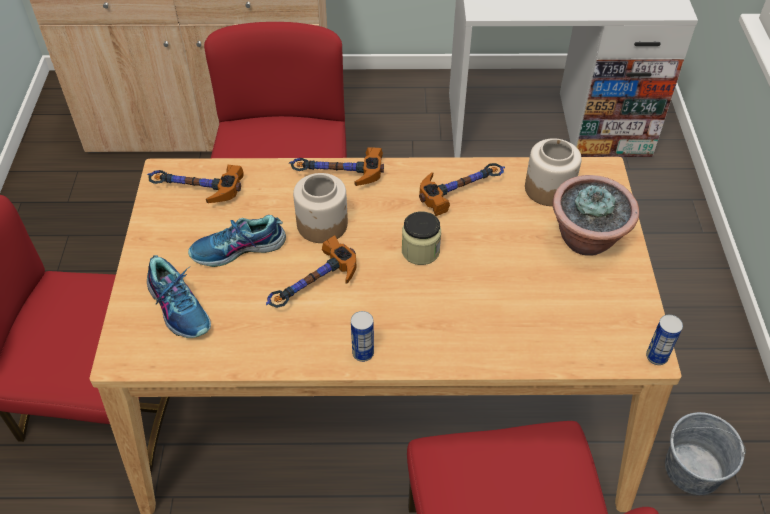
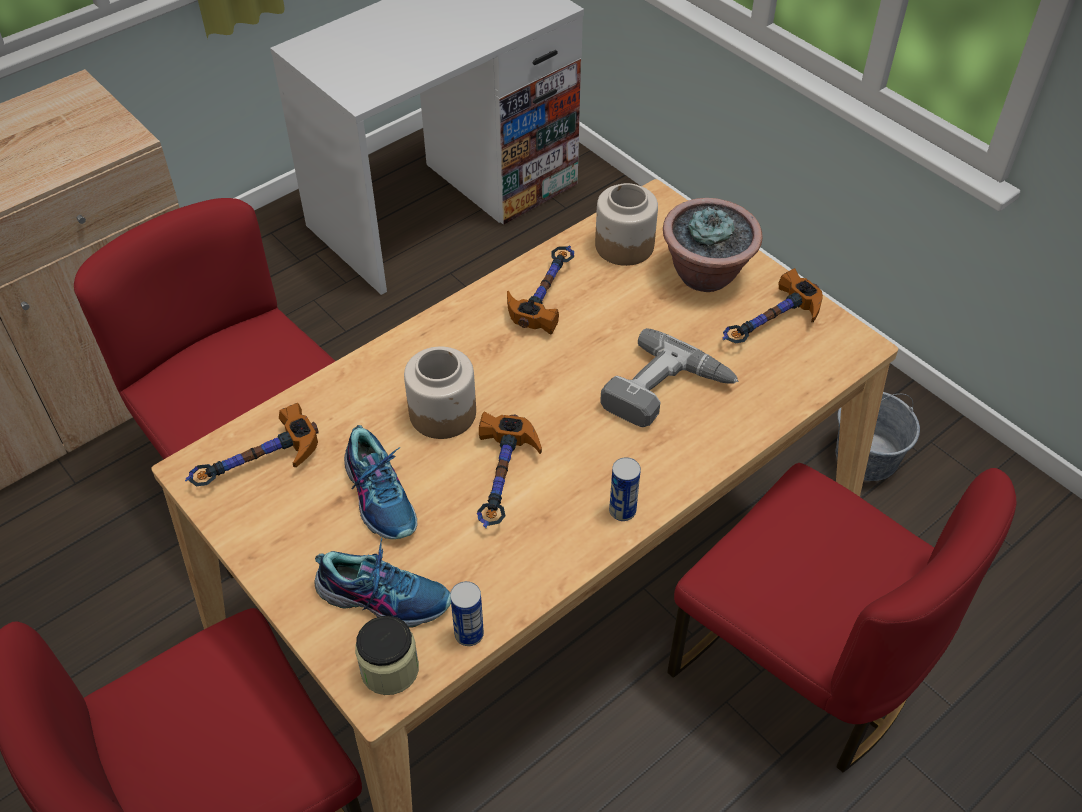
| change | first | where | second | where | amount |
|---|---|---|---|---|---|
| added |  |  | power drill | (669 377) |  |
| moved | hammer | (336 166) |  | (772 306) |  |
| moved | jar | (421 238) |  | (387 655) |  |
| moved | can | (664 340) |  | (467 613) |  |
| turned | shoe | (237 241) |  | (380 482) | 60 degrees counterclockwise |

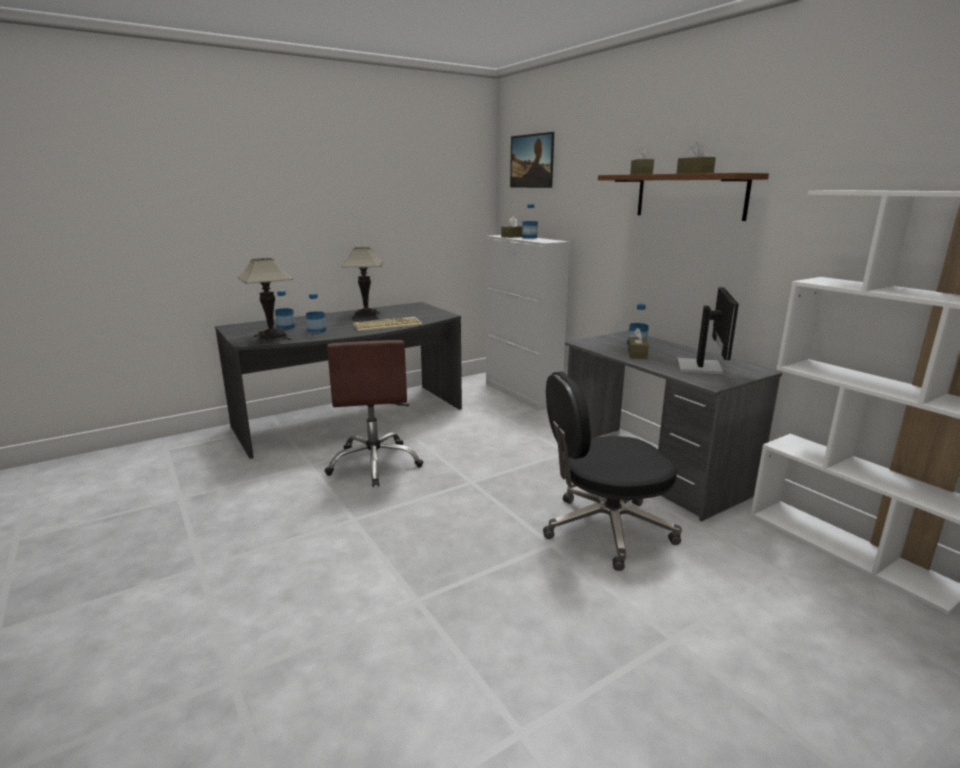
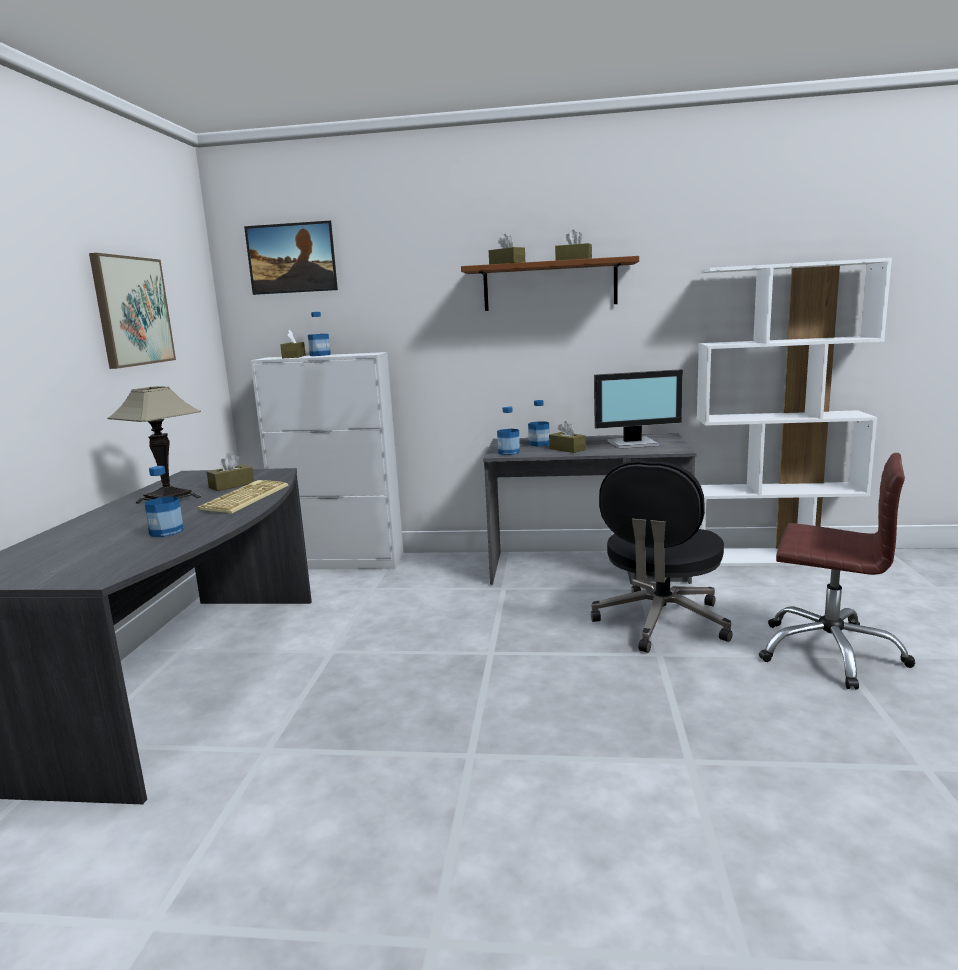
| change | first | where | second | where | amount |
|---|---|---|---|---|---|
| removed | table lamp | (265 301) |  |  |  |
| added |  |  | picture | (132 311) |  |
| added |  |  | tissue box (brown) | (230 472) |  |
| moved | bottle | (285 310) |  | (508 430) |  |
| moved | office chair (brown) | (374 413) |  | (837 571) |  |
| turned | monitor | (708 331) |  | (638 409) | 120 degrees clockwise |

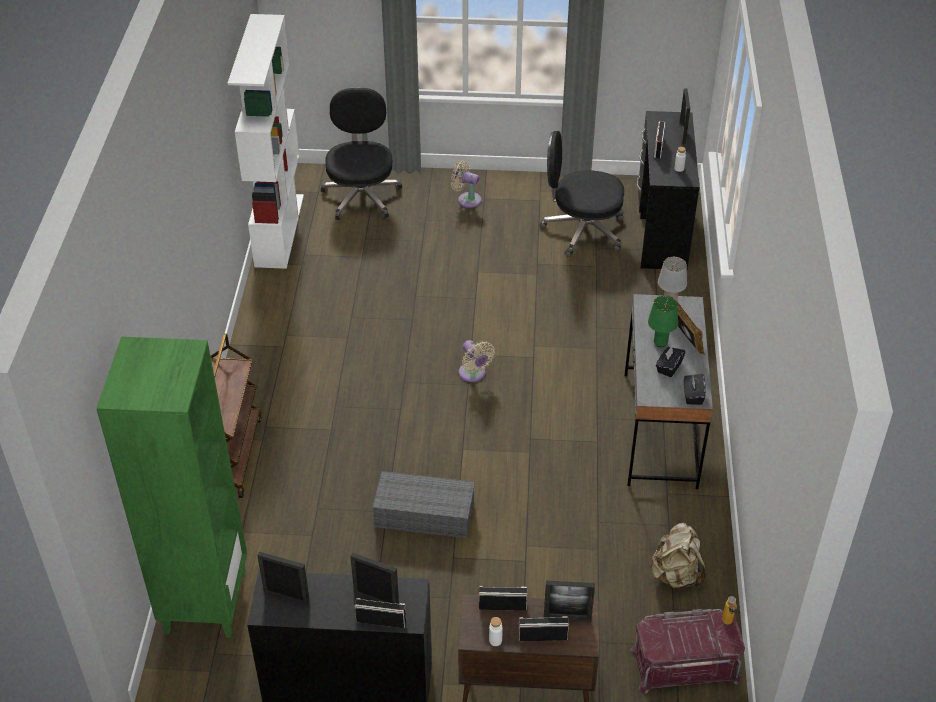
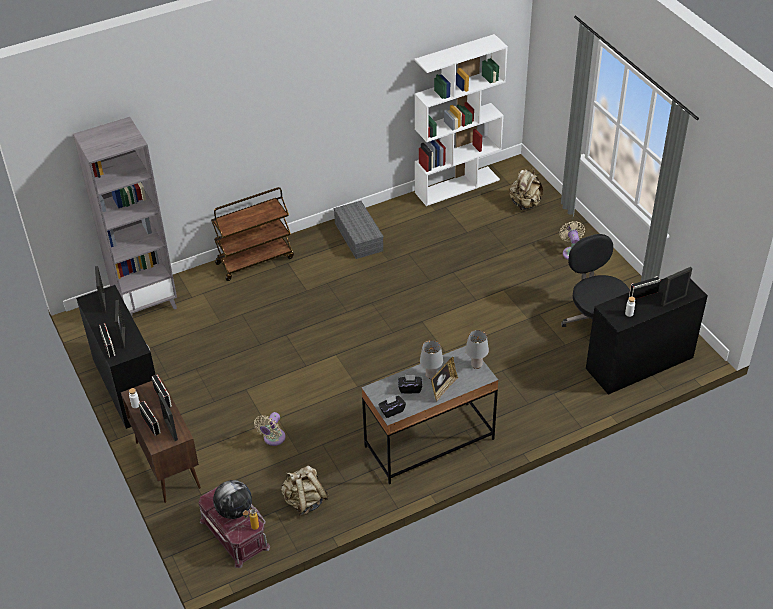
| change | first | where | second | where | amount |
|---|---|---|---|---|---|
| added |  |  | globe | (232 499) |  |
| moved | storage box (grey) | (423 504) |  | (359 230) |  |
| moved | fan (beige) | (477 361) |  | (270 429) |  |
| replaced | office chair (black) | (361 154) | backpack (beige) | (526 189) |  |
| recoloured | bookcase (green) | (171 487) | bookcase (grey) | (125 216) |  |
| recoloured | table lamp (green) | (663 321) | table lamp (grey) | (431 359) |  |

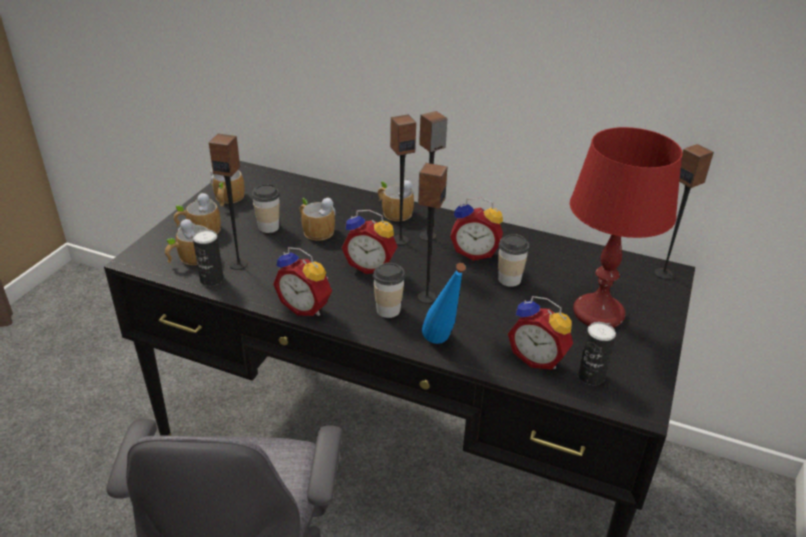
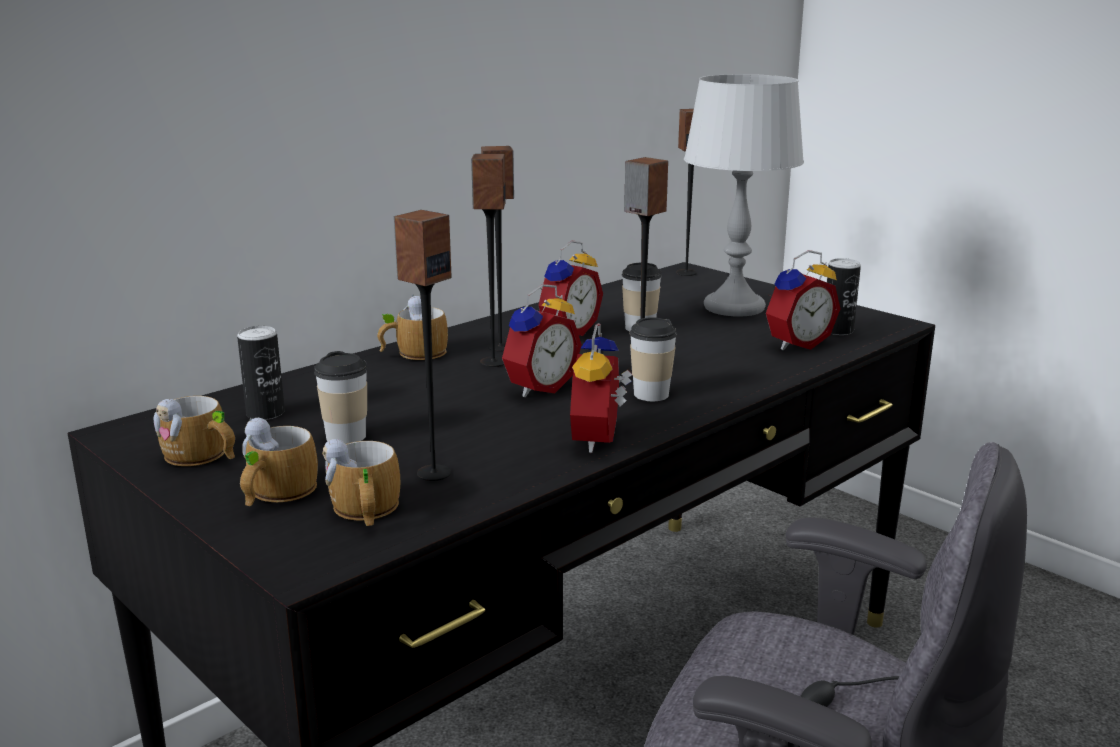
| change | first | where | second | where | amount |
|---|---|---|---|---|---|
| removed | mug | (317 219) |  |  |  |
| removed | bottle (blue) | (444 303) |  |  |  |
| moved | can | (208 258) |  | (261 373) |  |
| recoloured | table lamp (red) | (626 227) | table lamp (grey) | (744 195) |  |
| turned | alarm clock | (302 281) |  | (601 388) | 135 degrees clockwise |

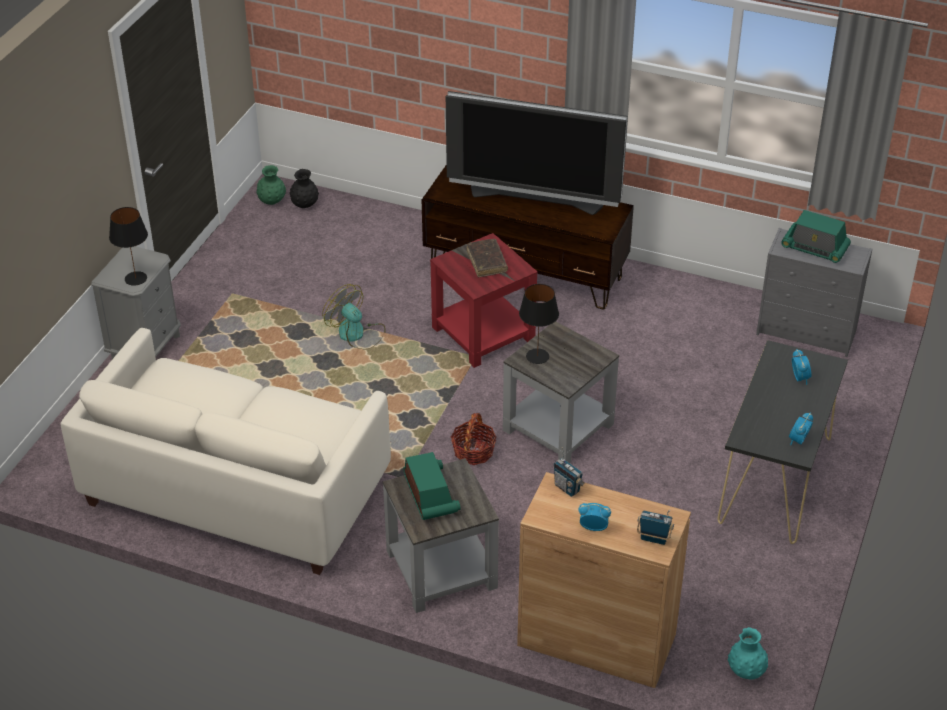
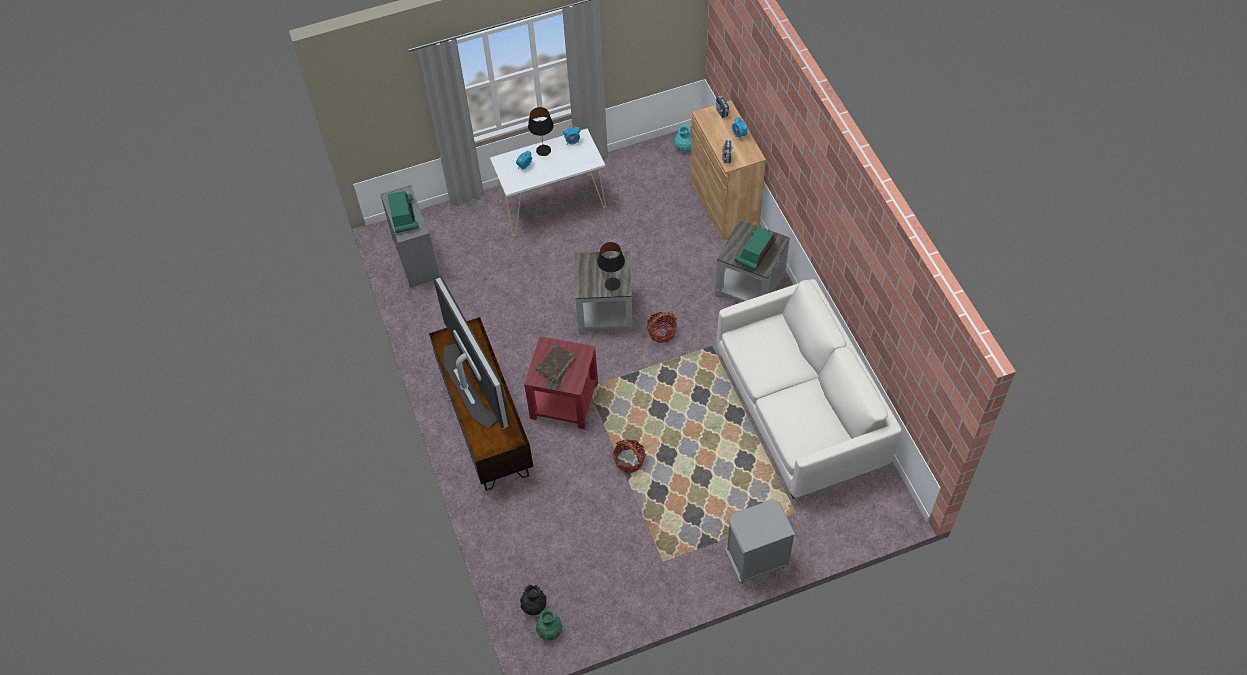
| change | first | where | second | where | amount |
|---|---|---|---|---|---|
| moved | table lamp (black) | (128 246) |  | (541 131) |  |
| replaced | fan | (354 316) | basket | (629 456) |  |
| recoloured | console table (black) | (783 442) | console table (white) | (548 182) |  |

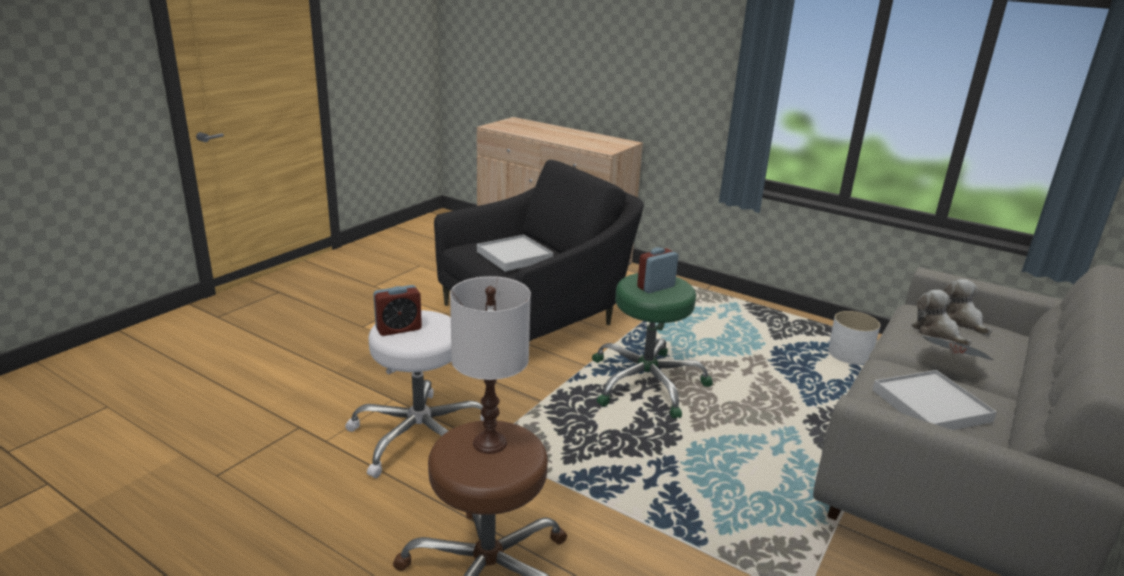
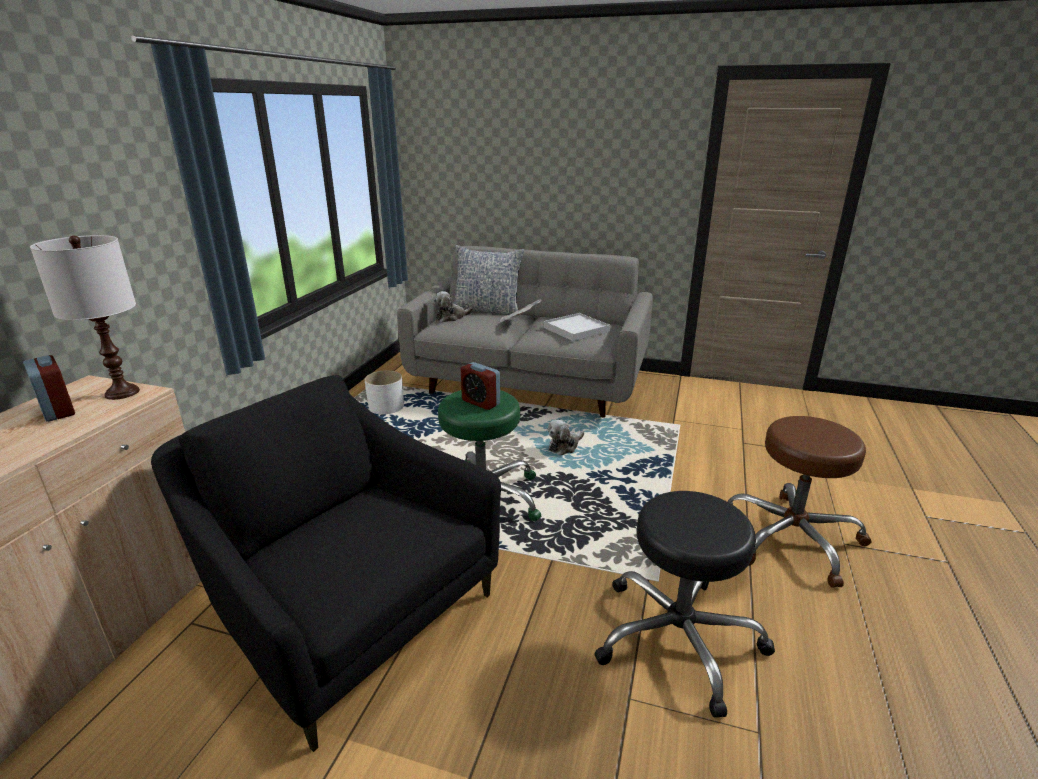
| change | first | where | second | where | amount |
|---|---|---|---|---|---|
| removed | tray (white) | (515 253) |  |  |  |
| added |  |  | pillow | (488 279) |  |
| moved | alarm clock | (397 310) |  | (49 388) |  |
| moved | table lamp (white) | (490 365) |  | (85 317) |  |
| moved | plush toy | (941 318) |  | (566 437) |  |
| recoloured | stool (white) | (414 394) | stool (black) | (684 604) |  |

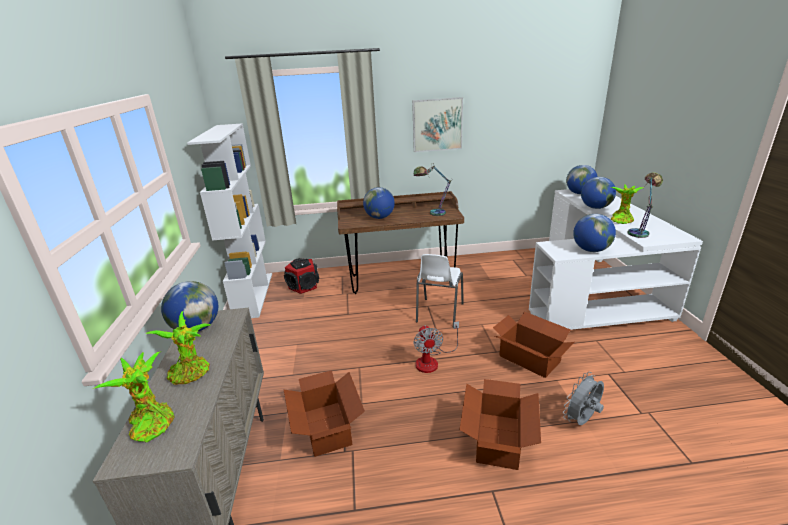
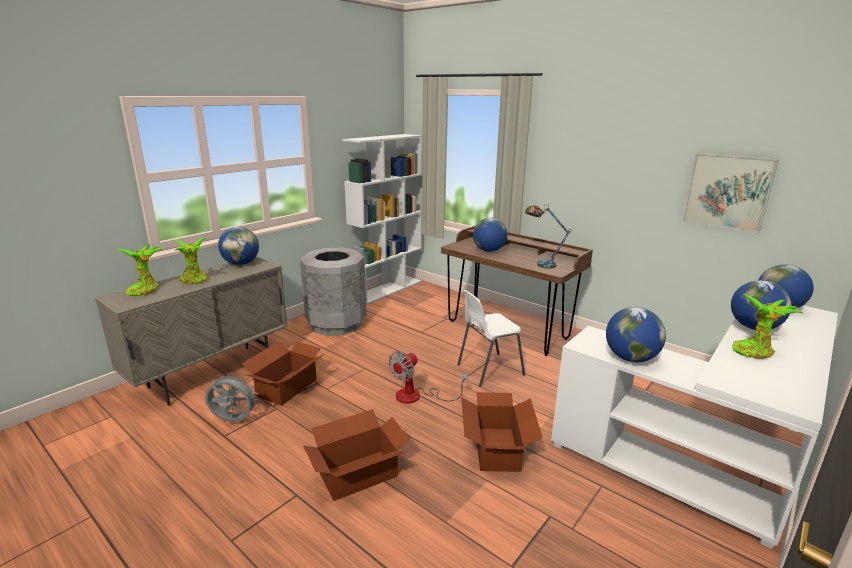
| change | first | where | second | where | amount |
|---|---|---|---|---|---|
| removed | speaker | (301 276) |  |  |  |
| removed | table lamp | (645 205) |  |  |  |
| added |  |  | trash can (grey) | (333 291) |  |
| moved | picture | (437 124) |  | (730 193) |  |
| moved | fan (grey) | (583 398) |  | (232 397) |  |

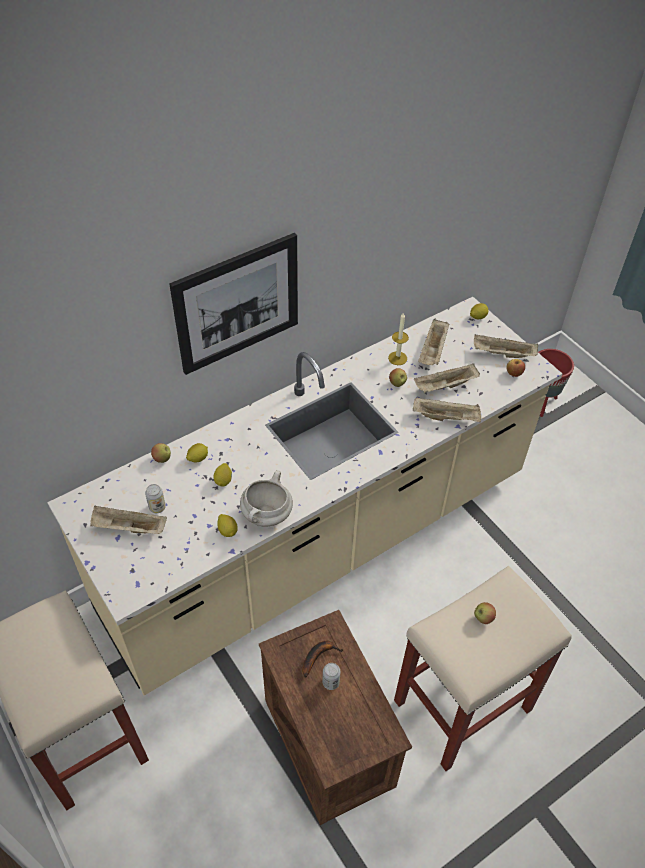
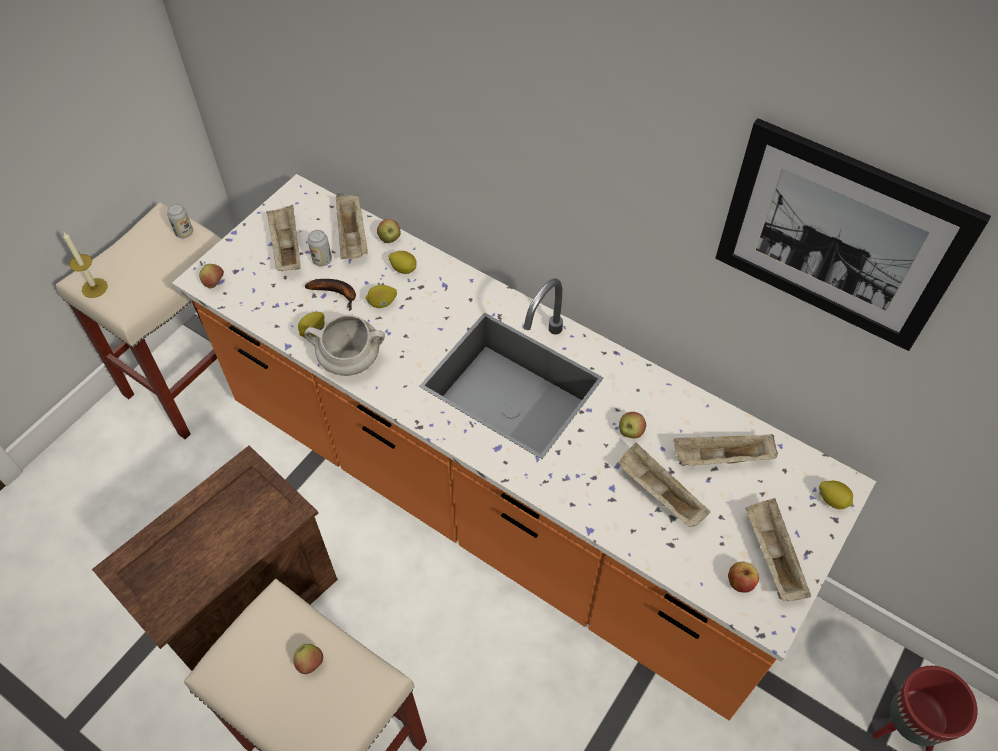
| change | first | where | second | where | amount |
|---|---|---|---|---|---|
| added |  |  | apple | (211 276) |  |
| moved | picture | (233 304) |  | (853 234) |  |
| moved | banana | (322 659) |  | (330 295) |  |
| moved | can | (331 676) |  | (180 221) |  |
| moved | candle | (398 338) |  | (85 265) |  |
| moved | tray (beige) | (447 409) |  | (352 226) |  |
| recoloured | counter (beige) | (305 496) | counter (orange) | (524 447) |  |

